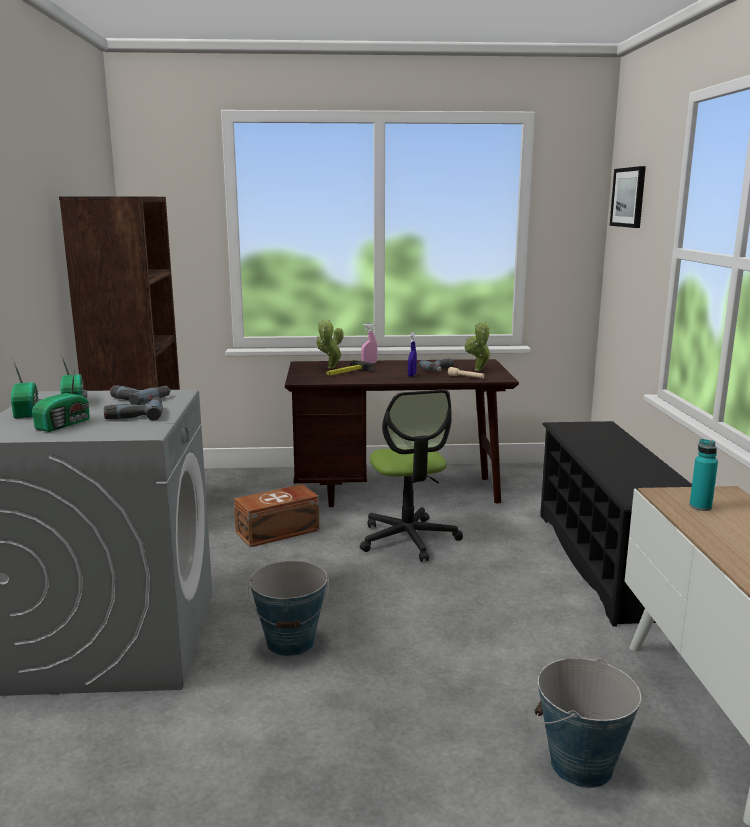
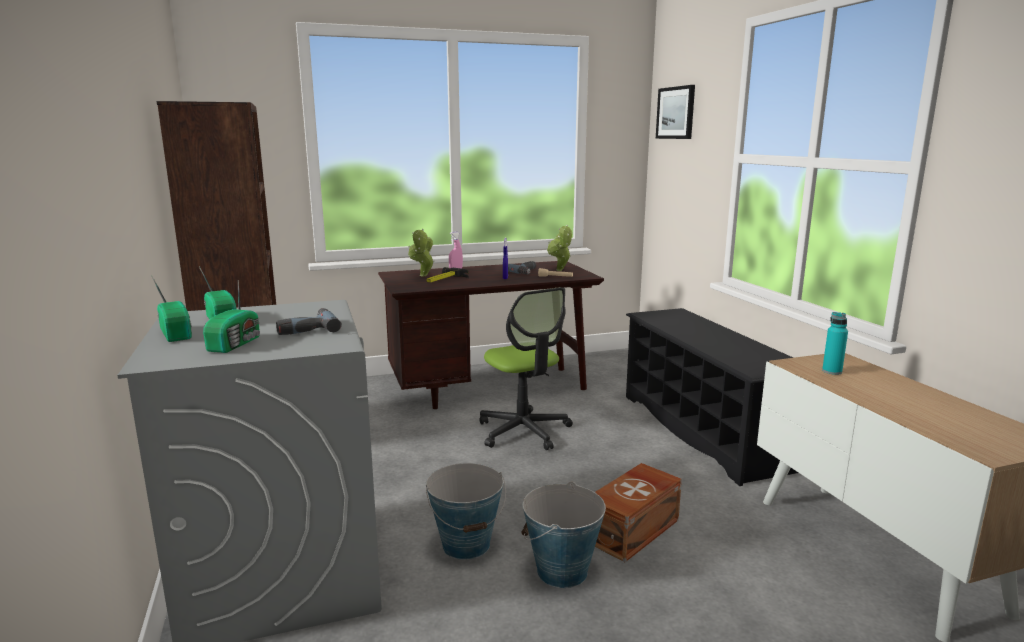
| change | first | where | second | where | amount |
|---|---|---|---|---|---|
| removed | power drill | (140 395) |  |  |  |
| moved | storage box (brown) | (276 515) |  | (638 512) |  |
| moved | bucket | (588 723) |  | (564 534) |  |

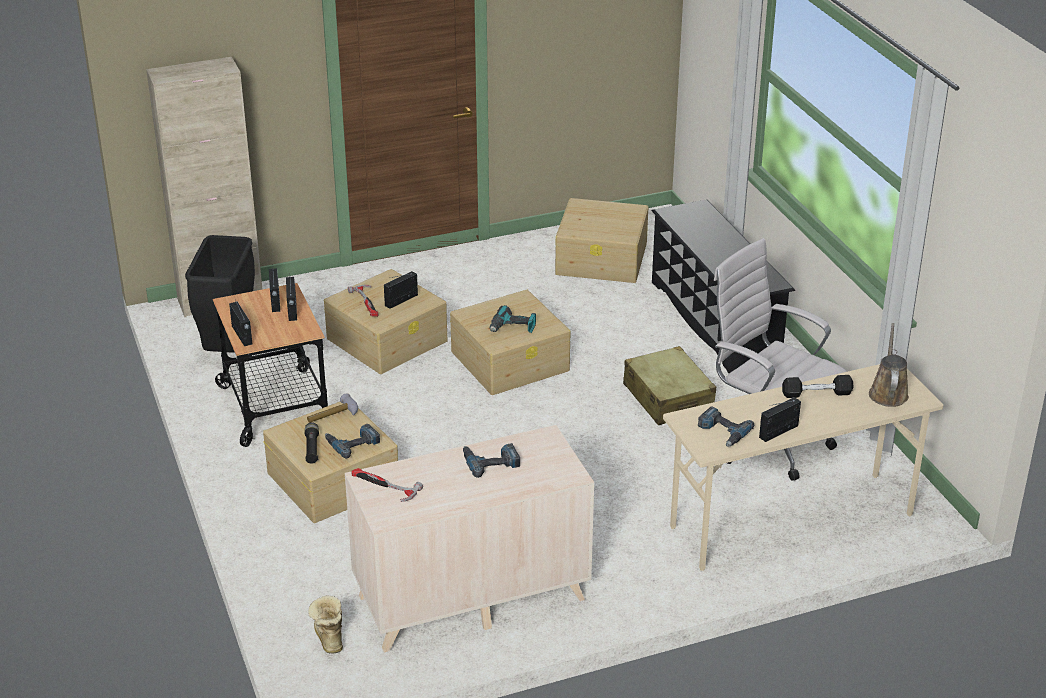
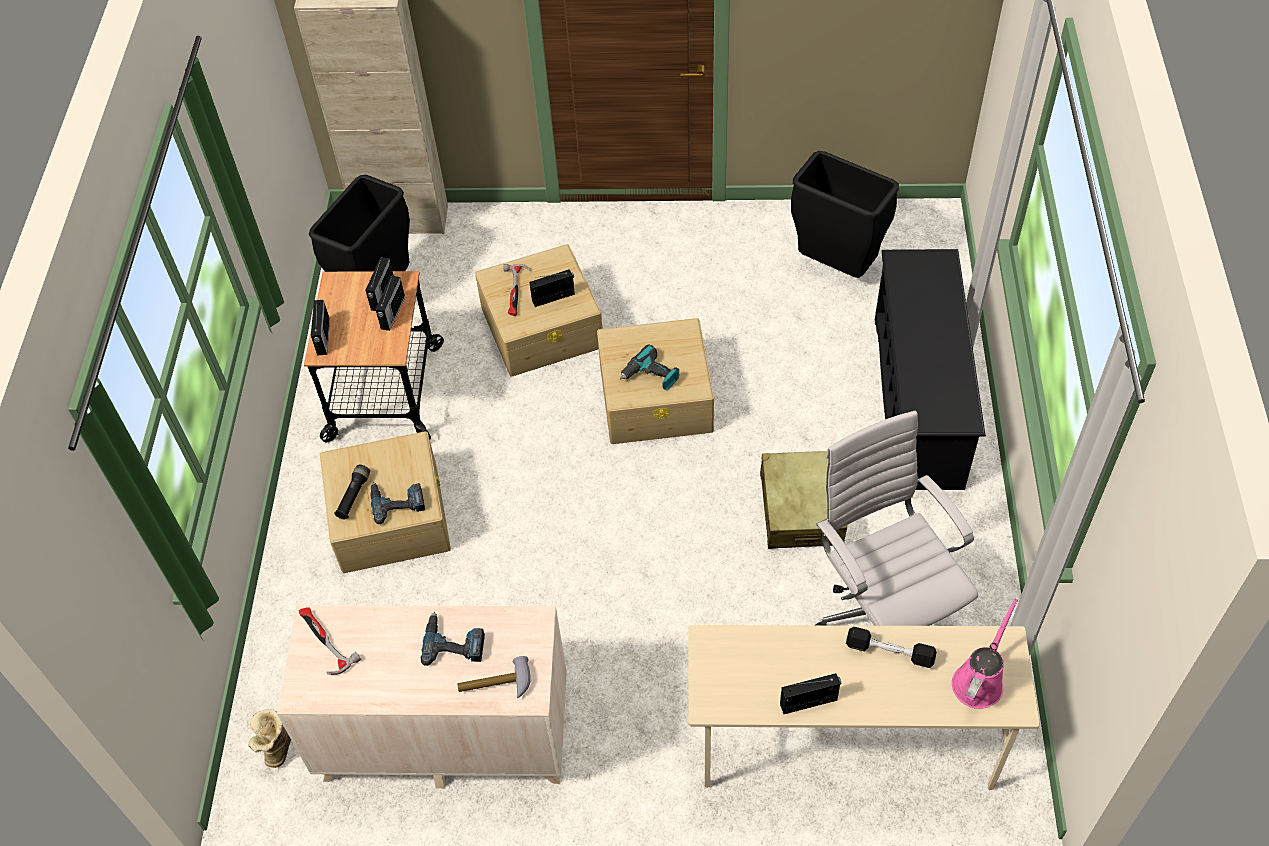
| change | first | where | second | where | amount |
|---|---|---|---|---|---|
| removed | power drill | (725 427) |  |  |  |
| moved | hammer | (332 408) |  | (494 677) |  |
| replaced | storage box (beige) | (602 240) | trash can (black) | (845 214) |  |
| recoloured | watering can (brown) | (889 365) | watering can (pink) | (985 654) |  |

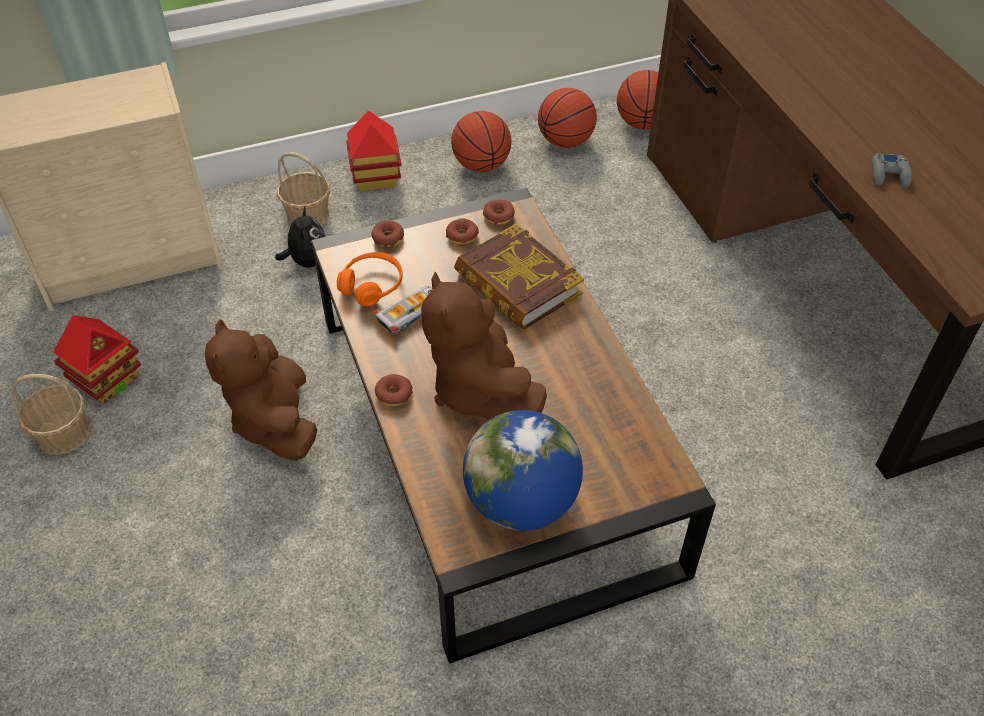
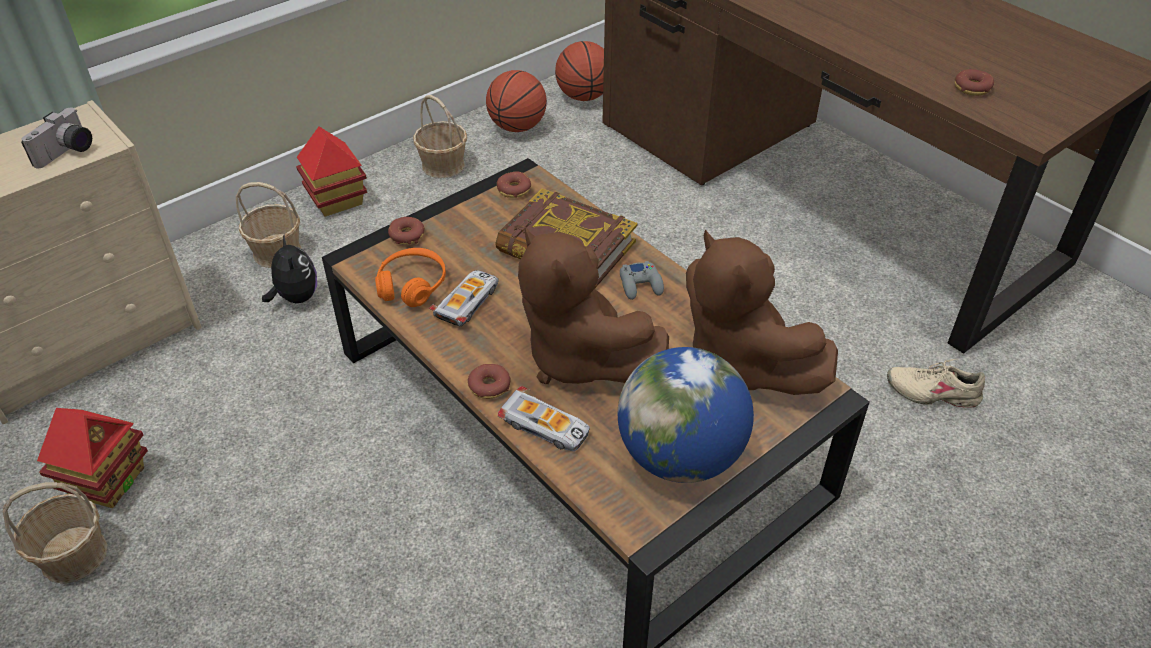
| change | first | where | second | where | amount |
|---|---|---|---|---|---|
| added |  |  | photo camera | (56 137) |  |
| added |  |  | toy car | (544 419) |  |
| added |  |  | shoe (beige) | (936 383) |  |
| moved | plush toy (brown) | (261 390) |  | (762 312) |  |
| moved | donut | (462 232) |  | (974 82) |  |
| moved | game controller (grey) | (892 170) |  | (642 280) |  |
| replaced | basketball | (481 141) | basket | (440 136) |  |

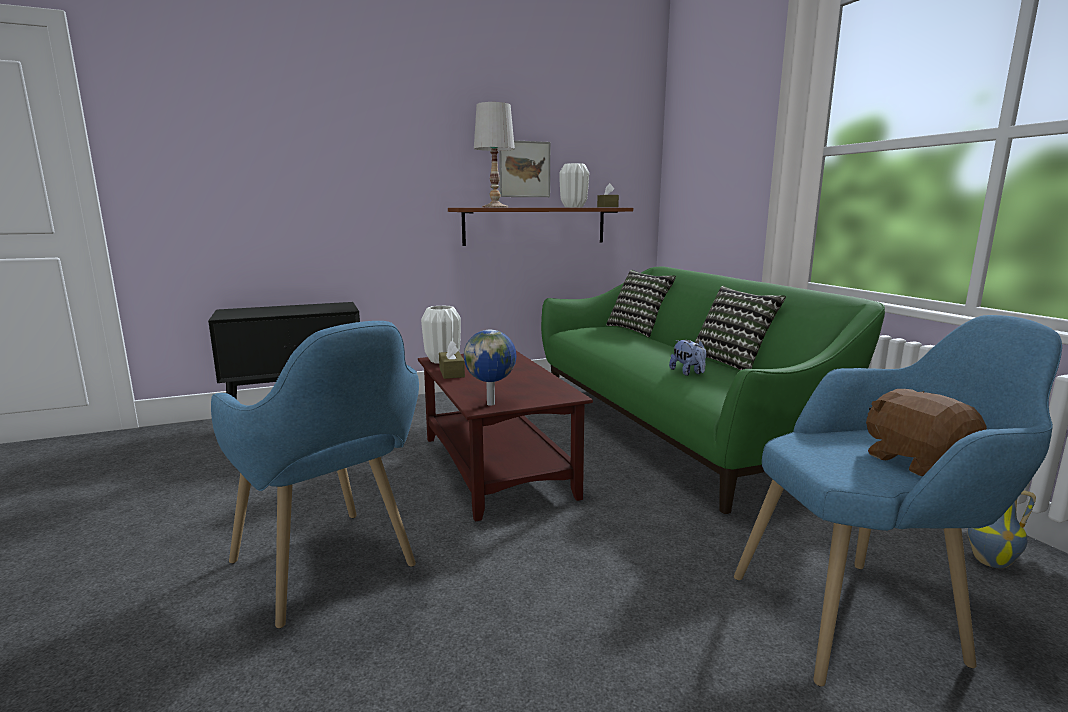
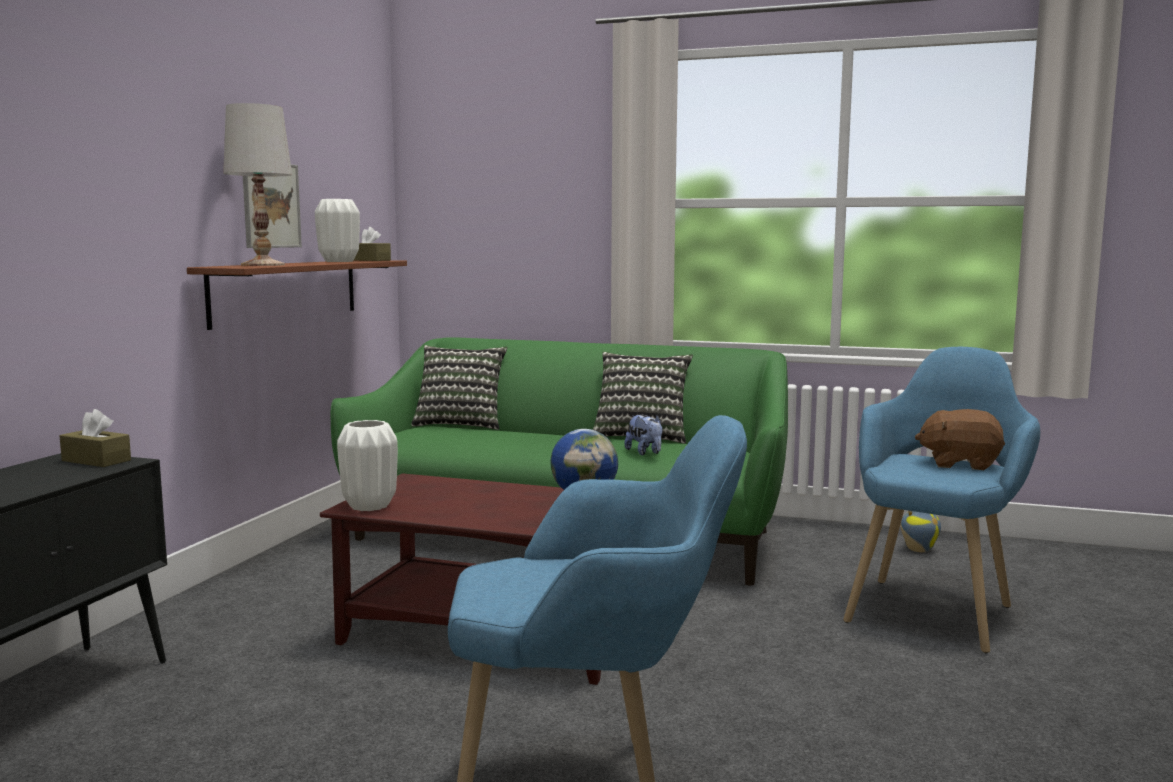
| change | first | where | second | where | amount |
|---|---|---|---|---|---|
| moved | tissue box (brown) | (452 359) |  | (95 438) |  |
| turned | plush toy | (687 358) |  | (643 434) | 45 degrees clockwise |

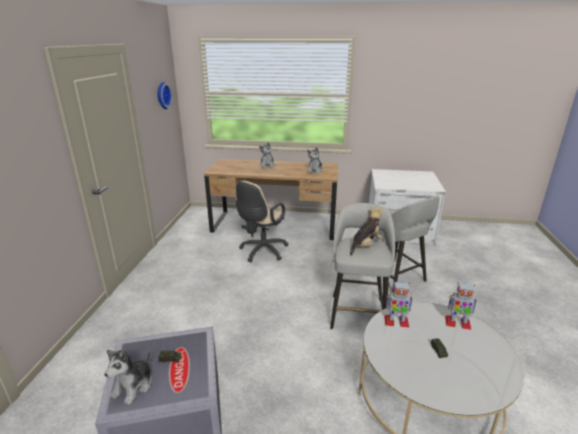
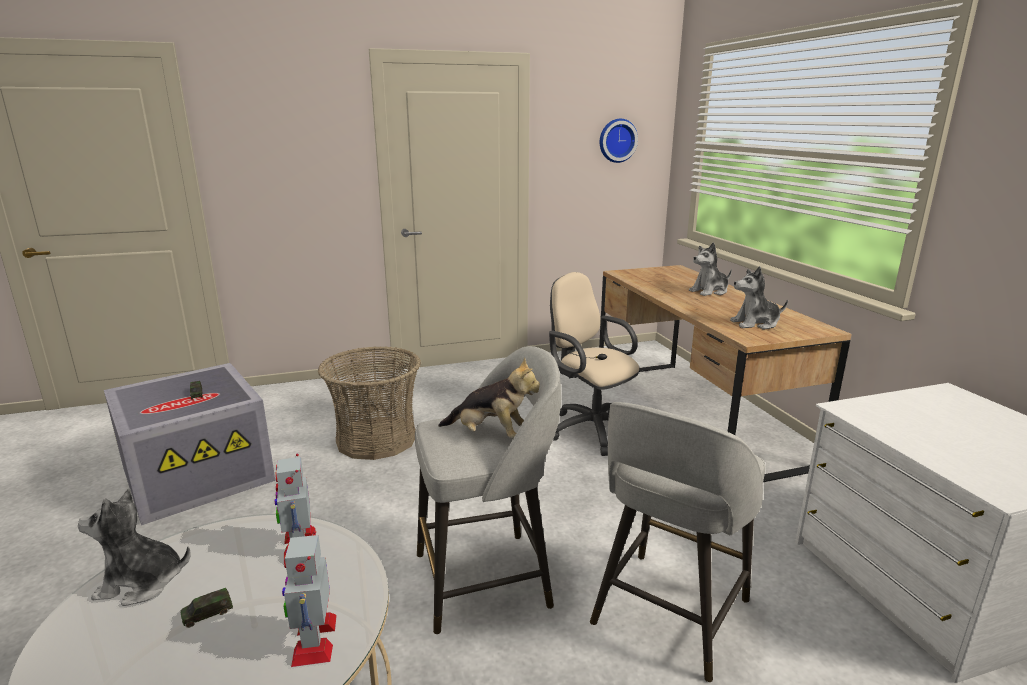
| change | first | where | second | where | amount |
|---|---|---|---|---|---|
| added |  |  | basket | (369 403) |  |
| moved | plush toy | (128 377) |  | (134 547) |  |
| turned | office chair (beige) | (262 221) |  | (594 364) | 45 degrees clockwise |

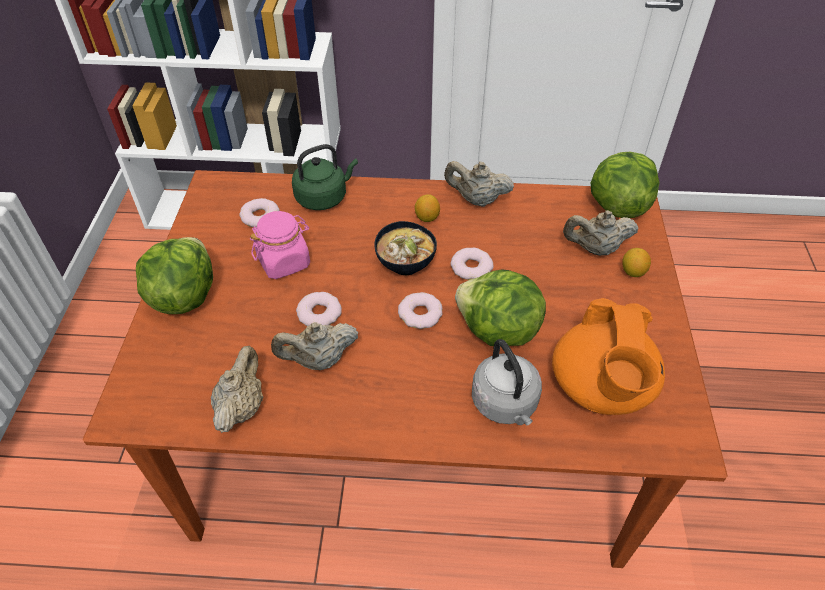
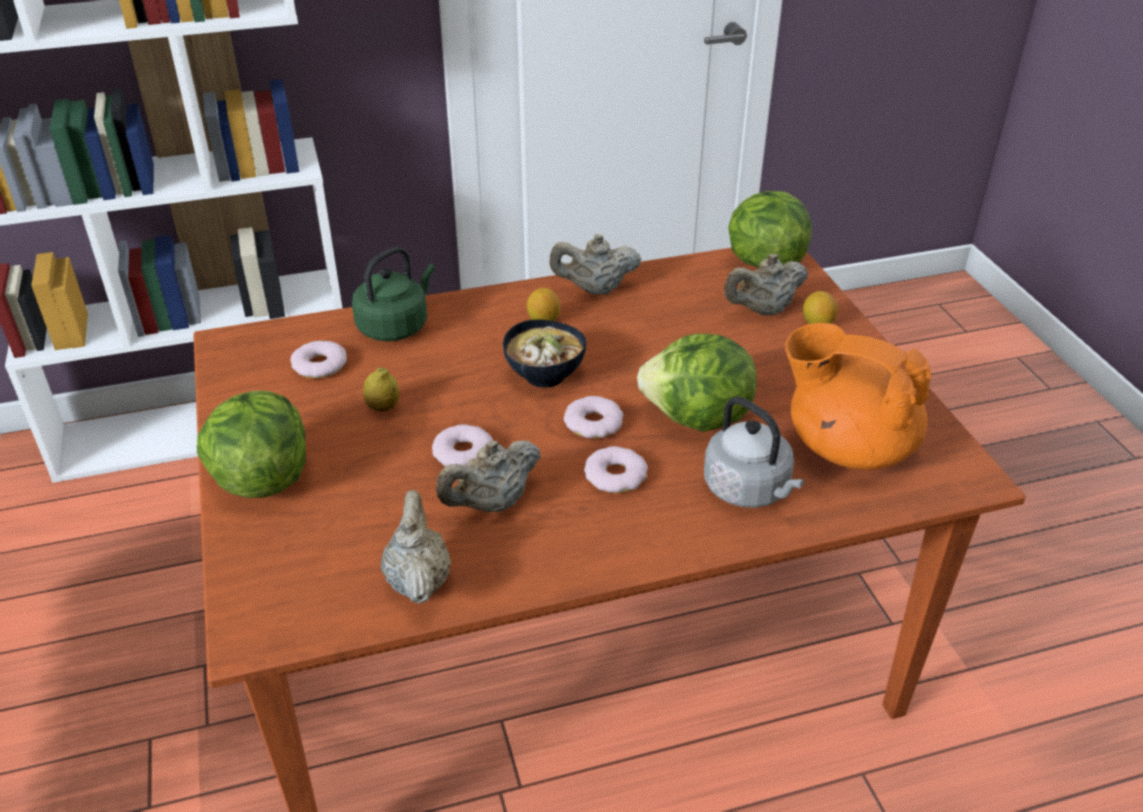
| change | first | where | second | where | amount |
|---|---|---|---|---|---|
| moved | donut | (472 264) |  | (616 469) |  |
| replaced | jar (pink) | (280 245) | lemon | (381 389) |  |
| turned | teapot (orange) | (608 356) |  | (858 396) | 135 degrees clockwise |

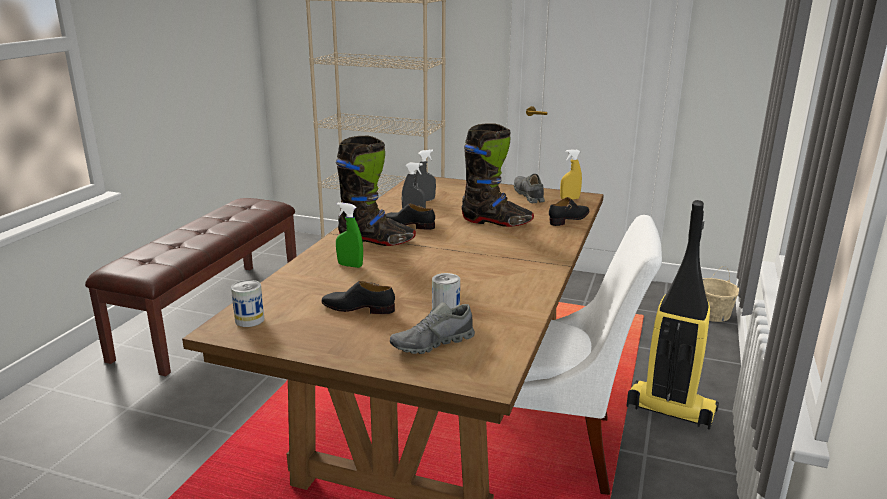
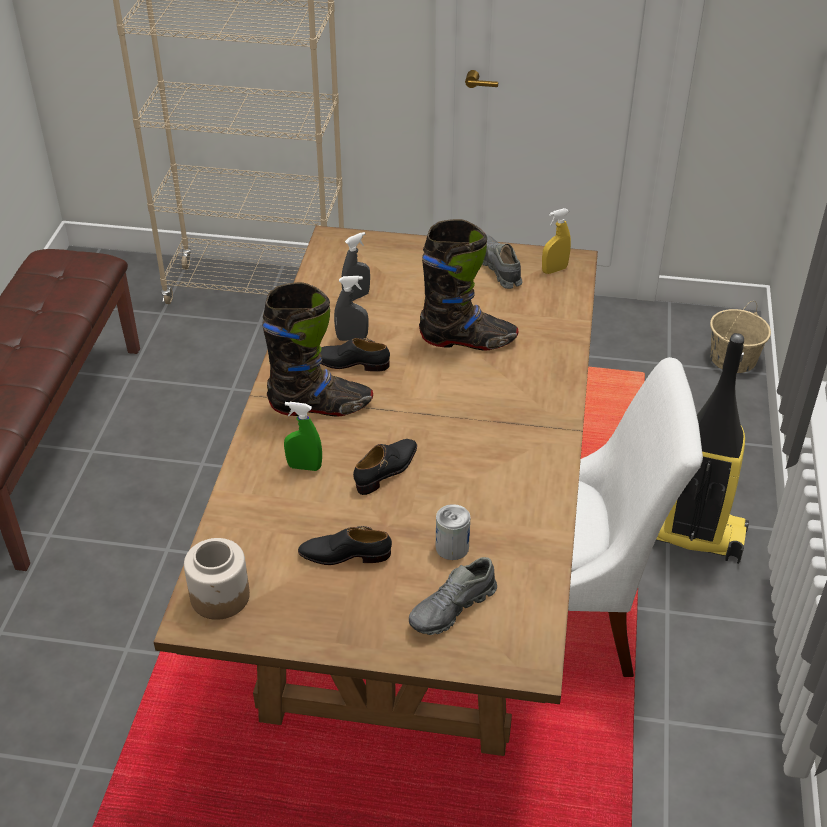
| change | first | where | second | where | amount |
|---|---|---|---|---|---|
| moved | shoe (black) | (569 211) |  | (385 467) |  |
| replaced | can | (247 303) | jar | (217 579) |  |

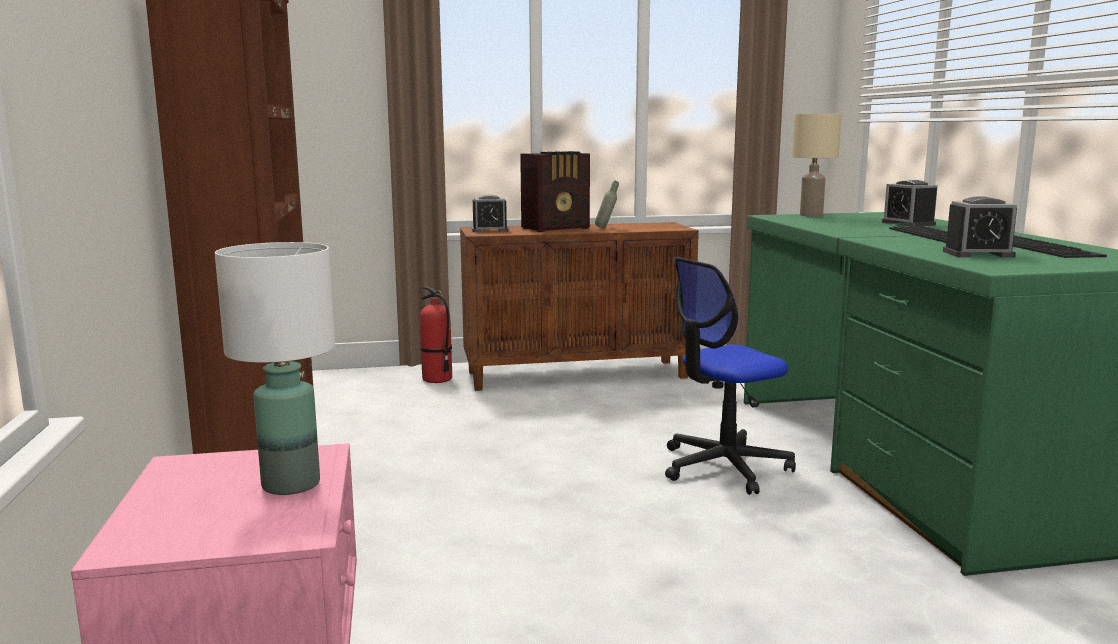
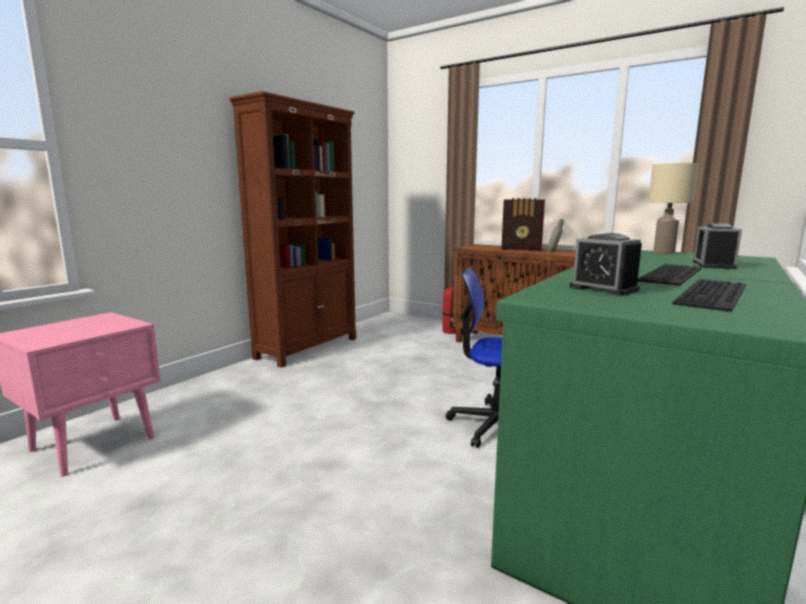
| change | first | where | second | where | amount |
|---|---|---|---|---|---|
| removed | table lamp (white) | (275 368) |  |  |  |
| removed | alarm clock | (490 213) |  |  |  |

